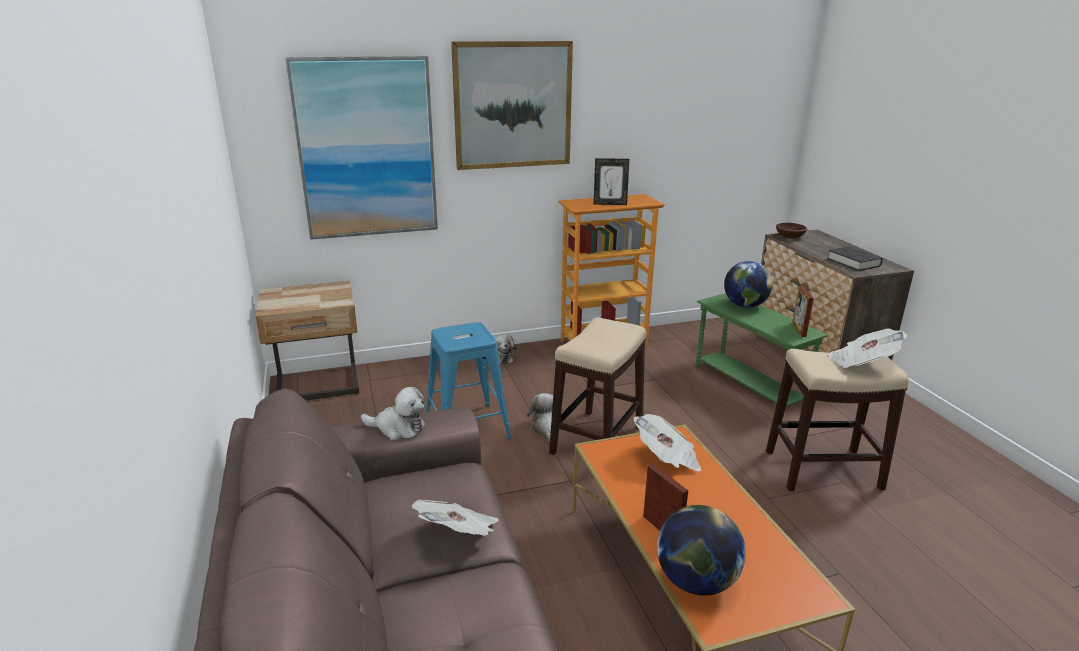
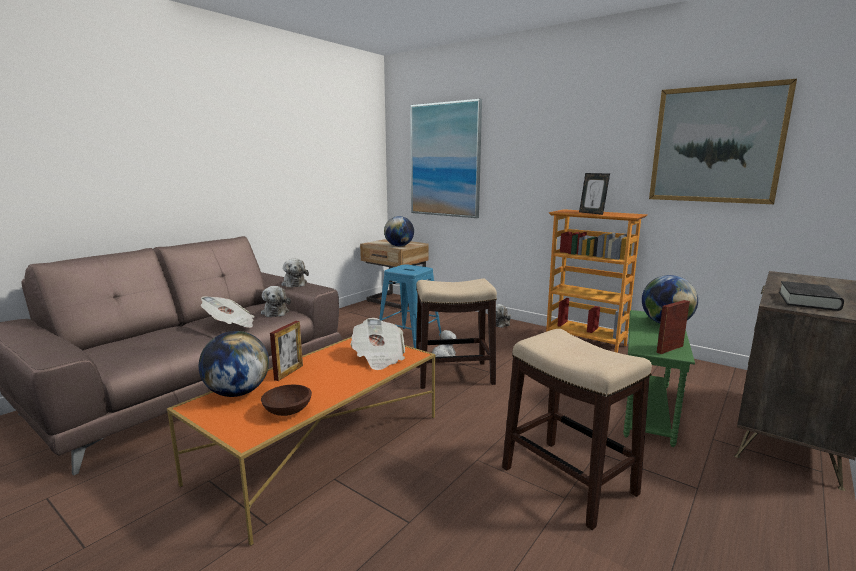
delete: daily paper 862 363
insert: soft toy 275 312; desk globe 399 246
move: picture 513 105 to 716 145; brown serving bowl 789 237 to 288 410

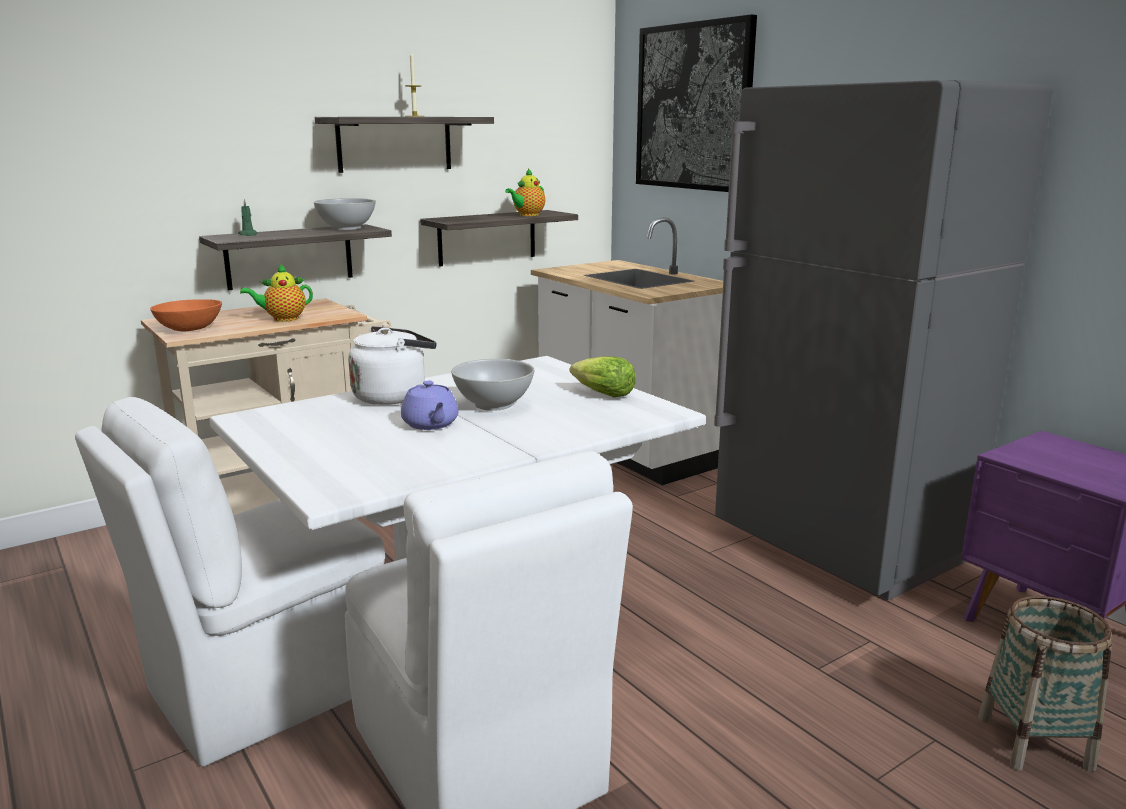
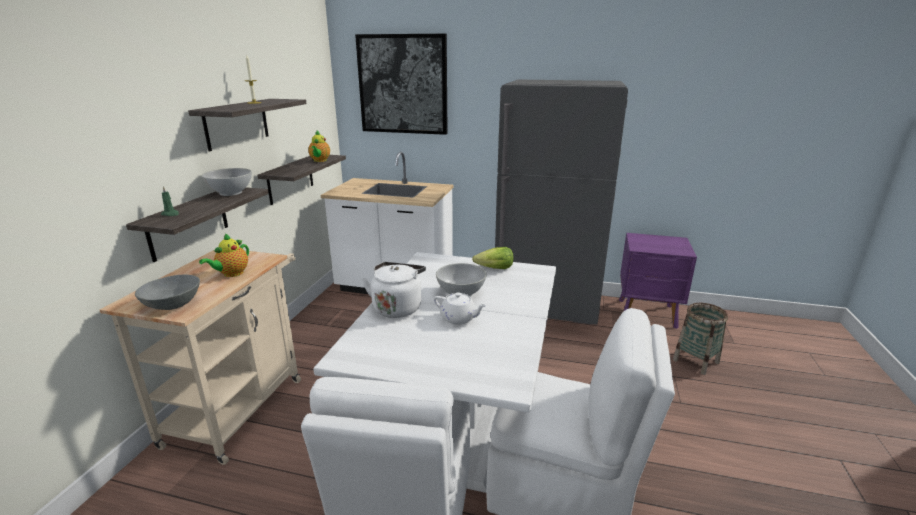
recolor: orangey serving bowl 190 328 to gray serving bowl 173 304; purple-coloured tea pot 430 424 to whitish tea pot 459 318

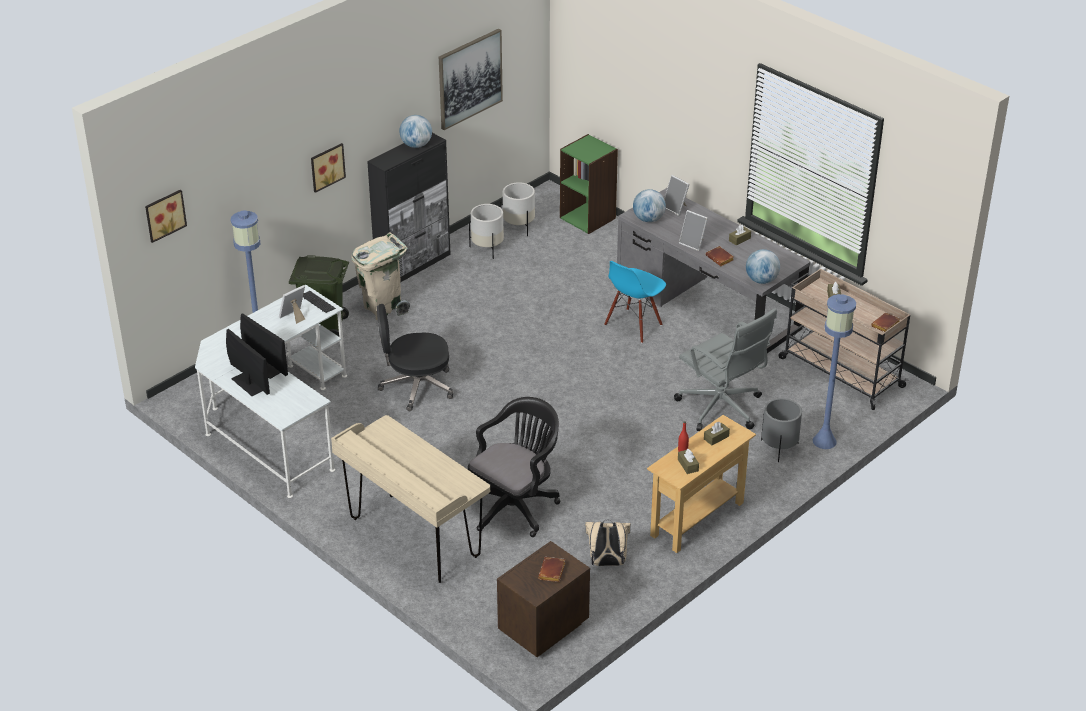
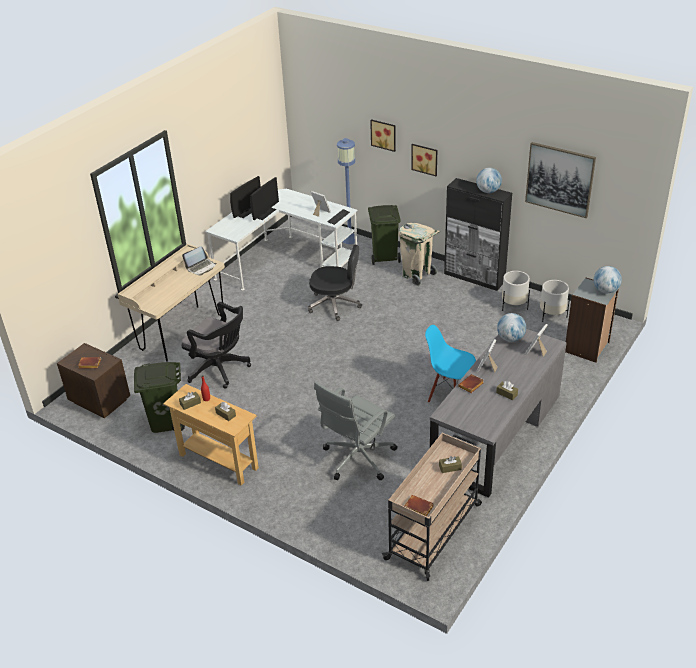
delete: gray flower pot 779 448; bluish floor lamp 824 441
insert: portable computer 201 267
move: picture 164 214 to 384 134; desk globe 761 280 to 605 290
replace: sand-coloured rucksack 607 563 to green-coloured rubbish bin 165 421
recolor: green-coloured bookcase 588 218 to gray bookcase 587 348
rotate: black desk chair 416 387 = 335 305 120 degrees clockwise

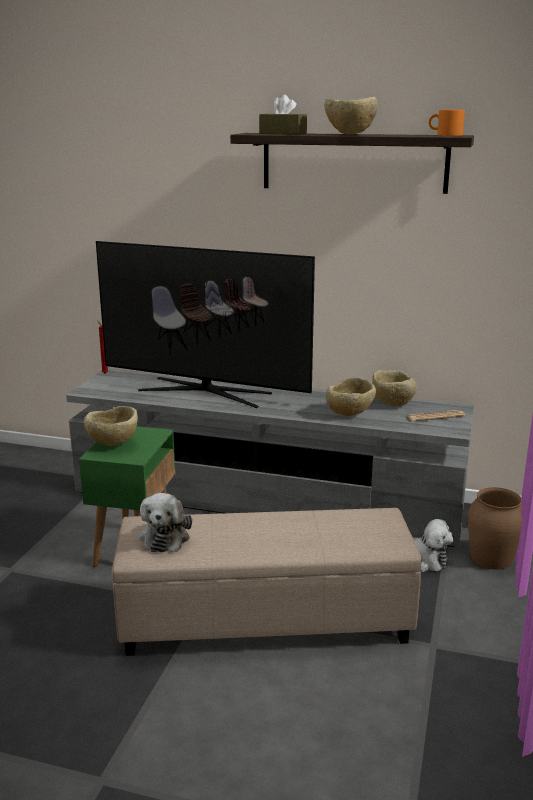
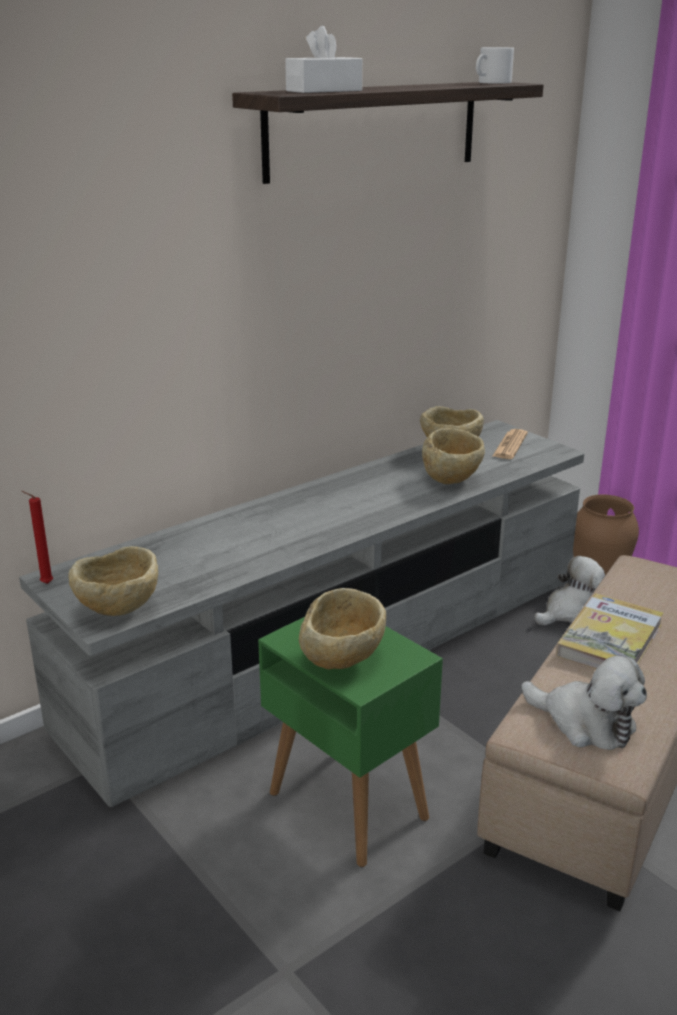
delete: TV 204 391
insert: volume 610 640
move: sand-coloured serving bowl 349 134 to 119 612
recolor: brown tissue box 283 133 to whitish tissue box 324 91; orangey mug 445 135 to whitish mug 491 82

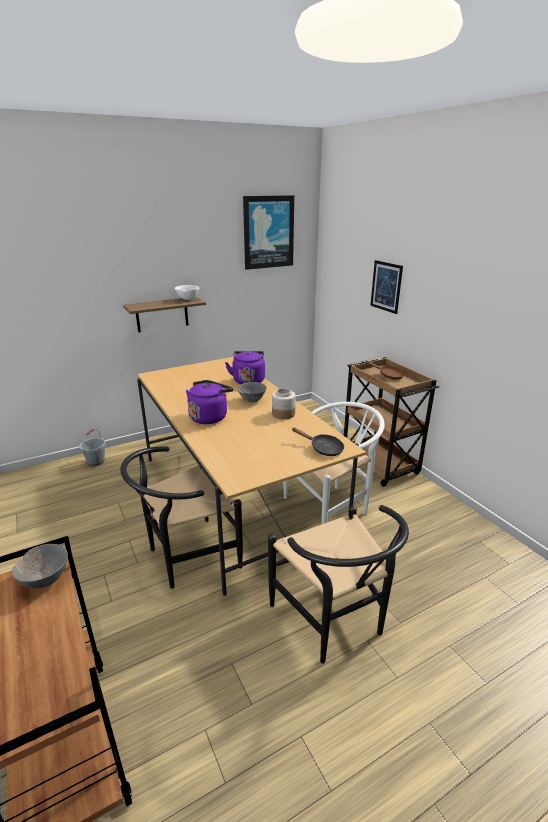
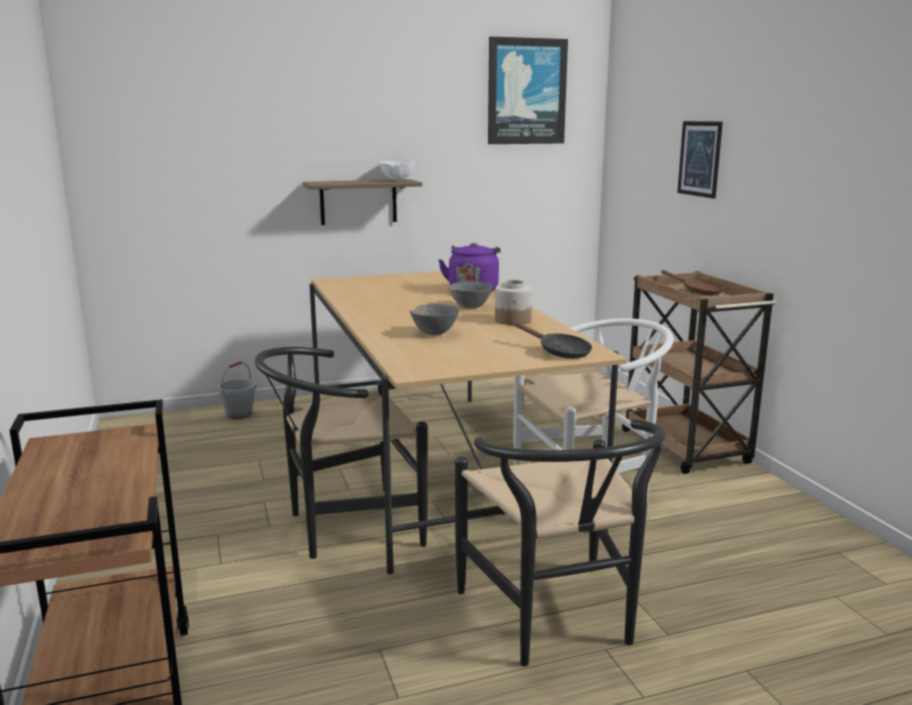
delete: purple-coloured kettle 209 416
move: gray serving bowl 45 579 to 434 333

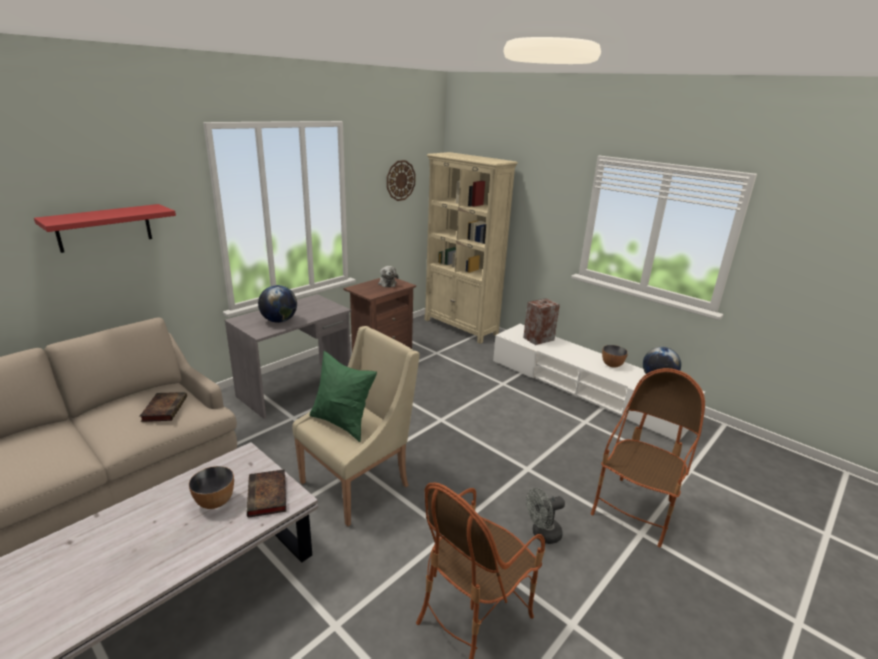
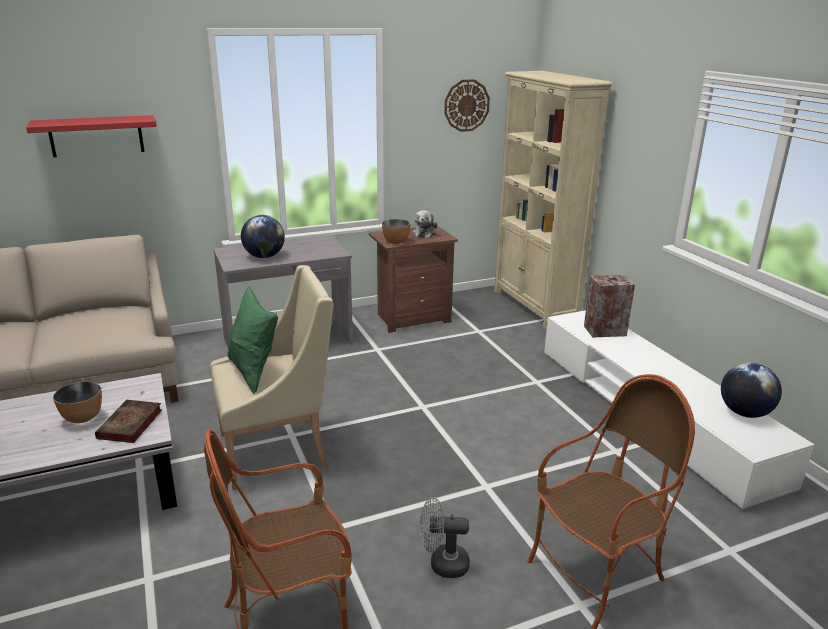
delete: volume 164 408
move: serving bowl 612 365 to 396 242

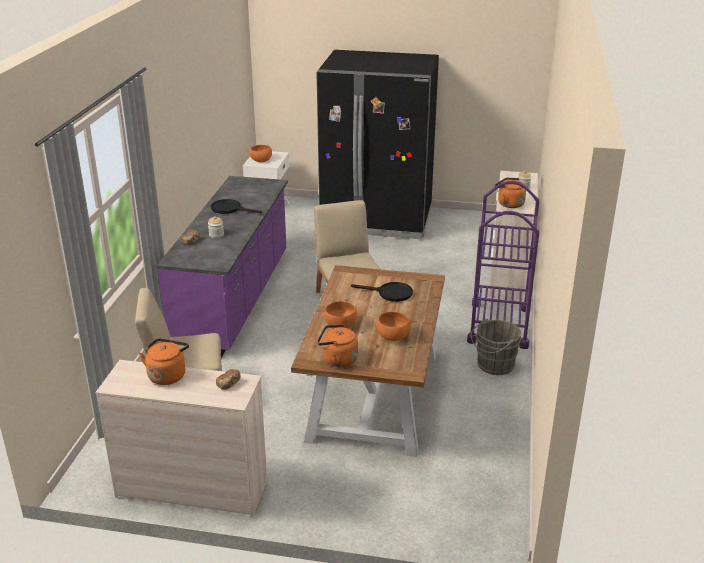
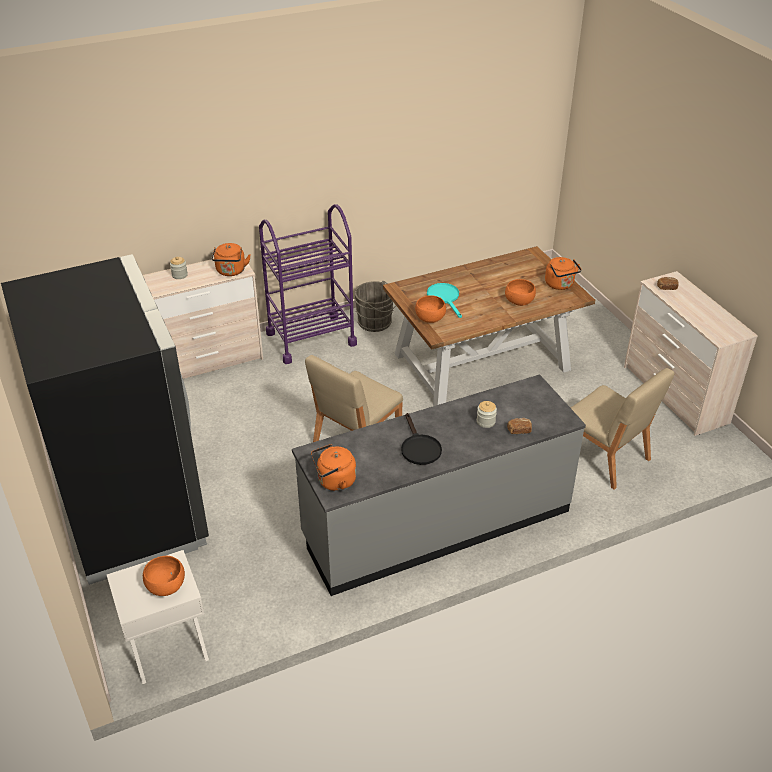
move: orangey kettle 167 375 to 334 481; orangey serving bowl 393 336 to 430 318
recolor: purple-coloured kitchen counter 235 300 to gray kitchen counter 436 523; black skillet 390 293 to blue-green skillet 445 298

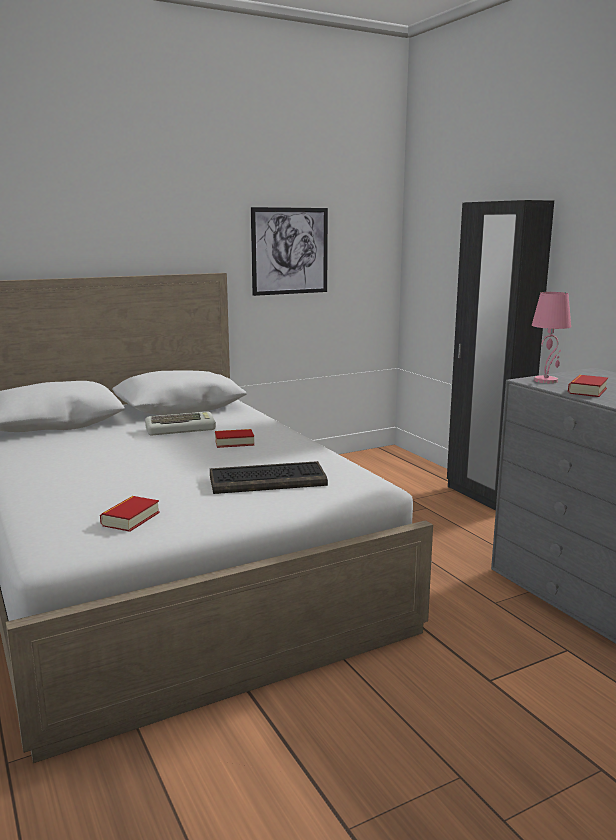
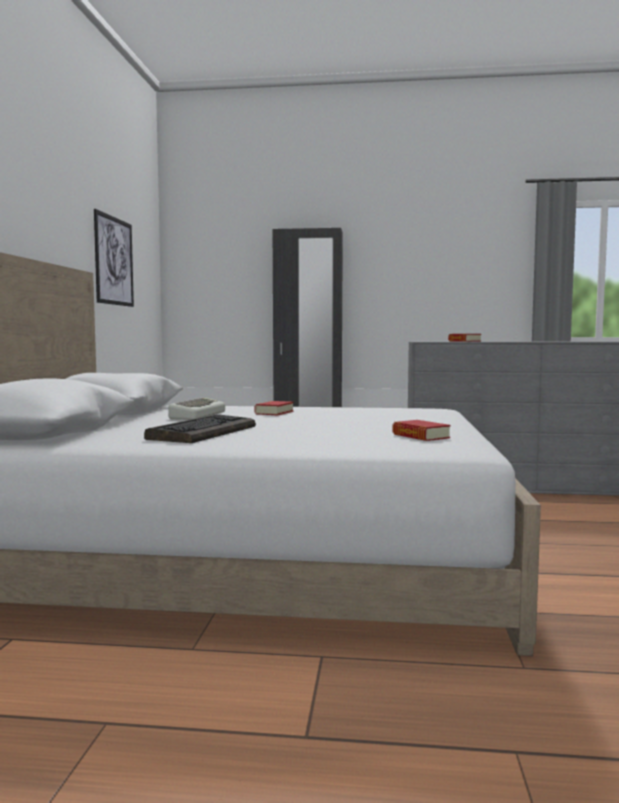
delete: pinkish lamp for a table 546 381
move: PC keyboard 268 480 to 203 432

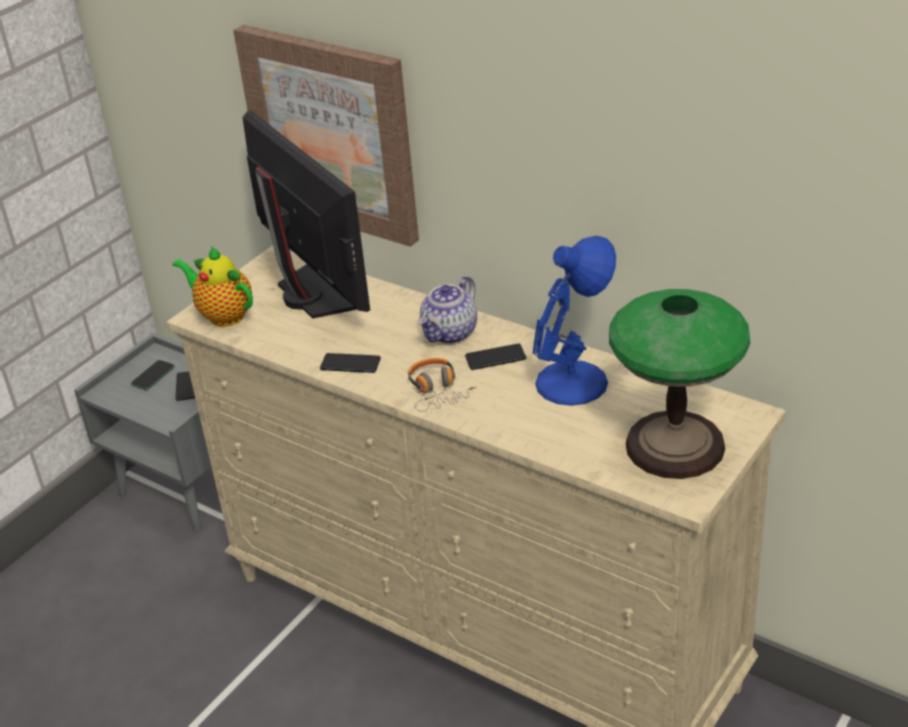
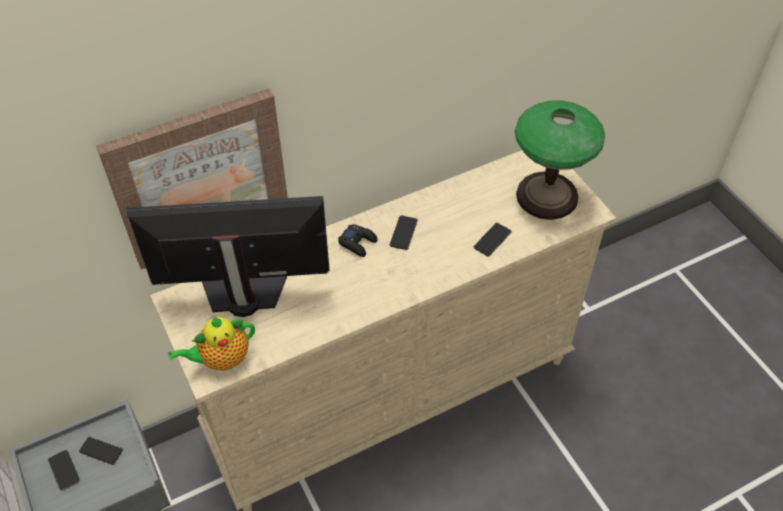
delete: pair of headphones 437 391; bluish lamp for a table 574 381
move: handset 350 364 to 492 240
replace: tea pot 450 333 to black gamepad 358 243

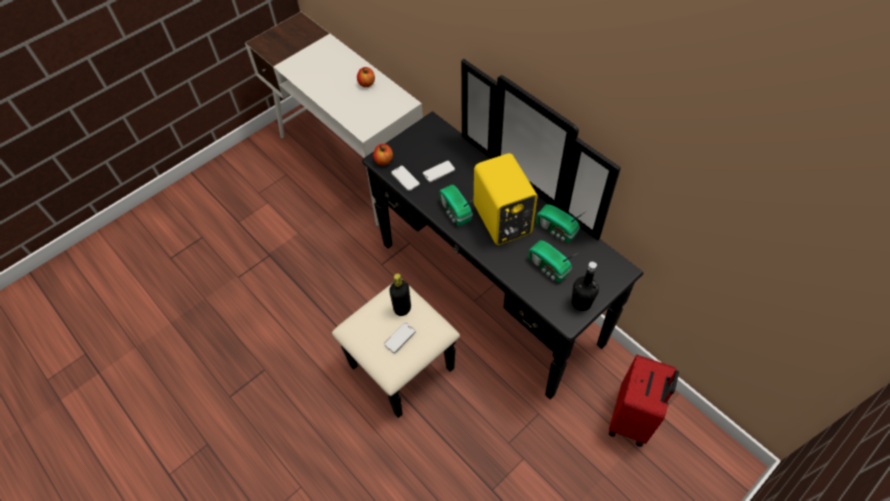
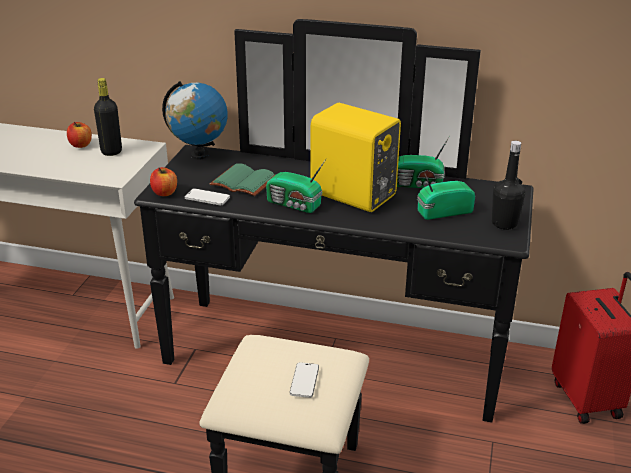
insert: desk globe 199 155
move: black beverage bottle 402 308 to 111 151
replace: handset 438 172 to green-coloured volume 242 182
rotate: radio 548 267 = 442 211 150 degrees clockwise

